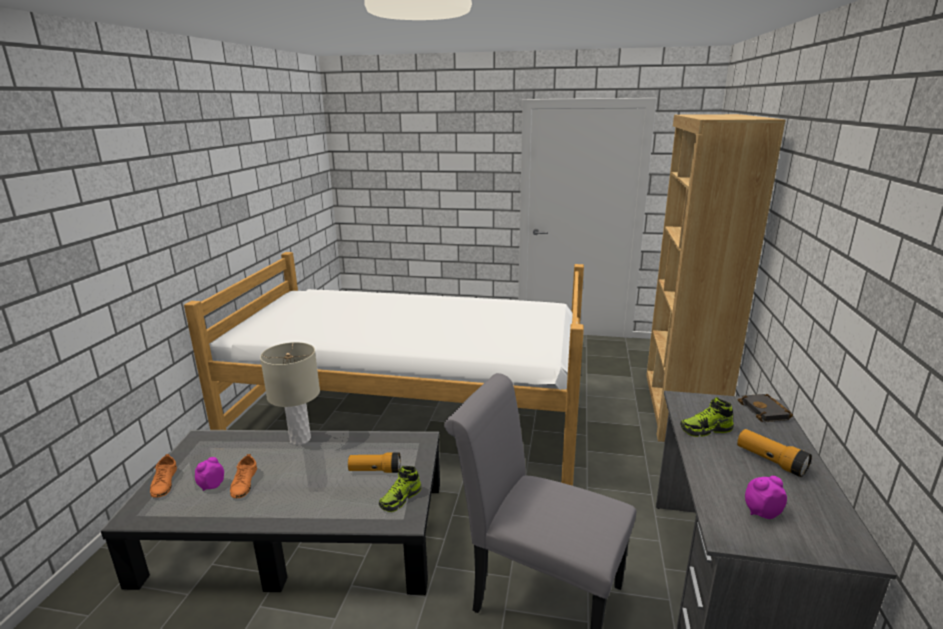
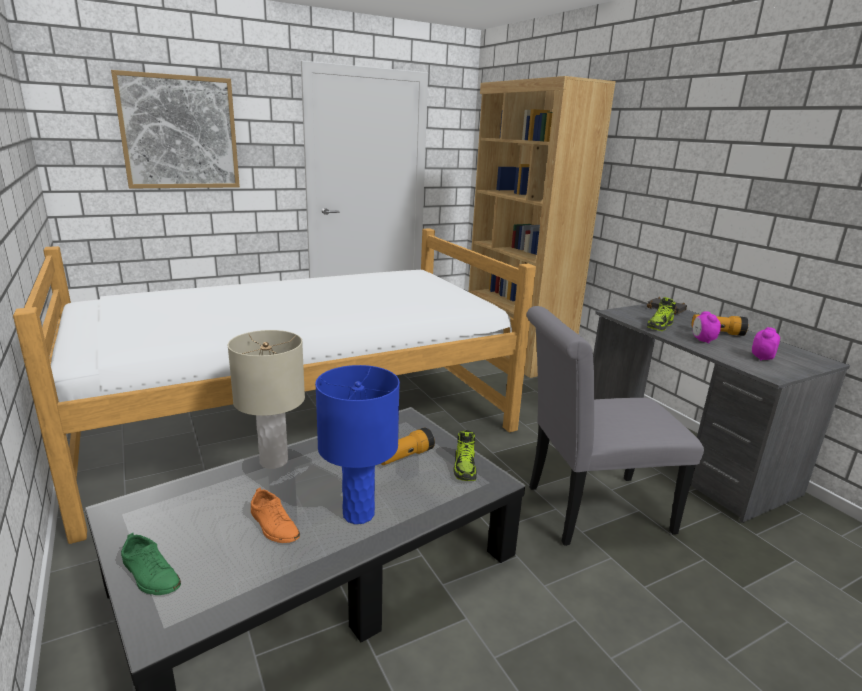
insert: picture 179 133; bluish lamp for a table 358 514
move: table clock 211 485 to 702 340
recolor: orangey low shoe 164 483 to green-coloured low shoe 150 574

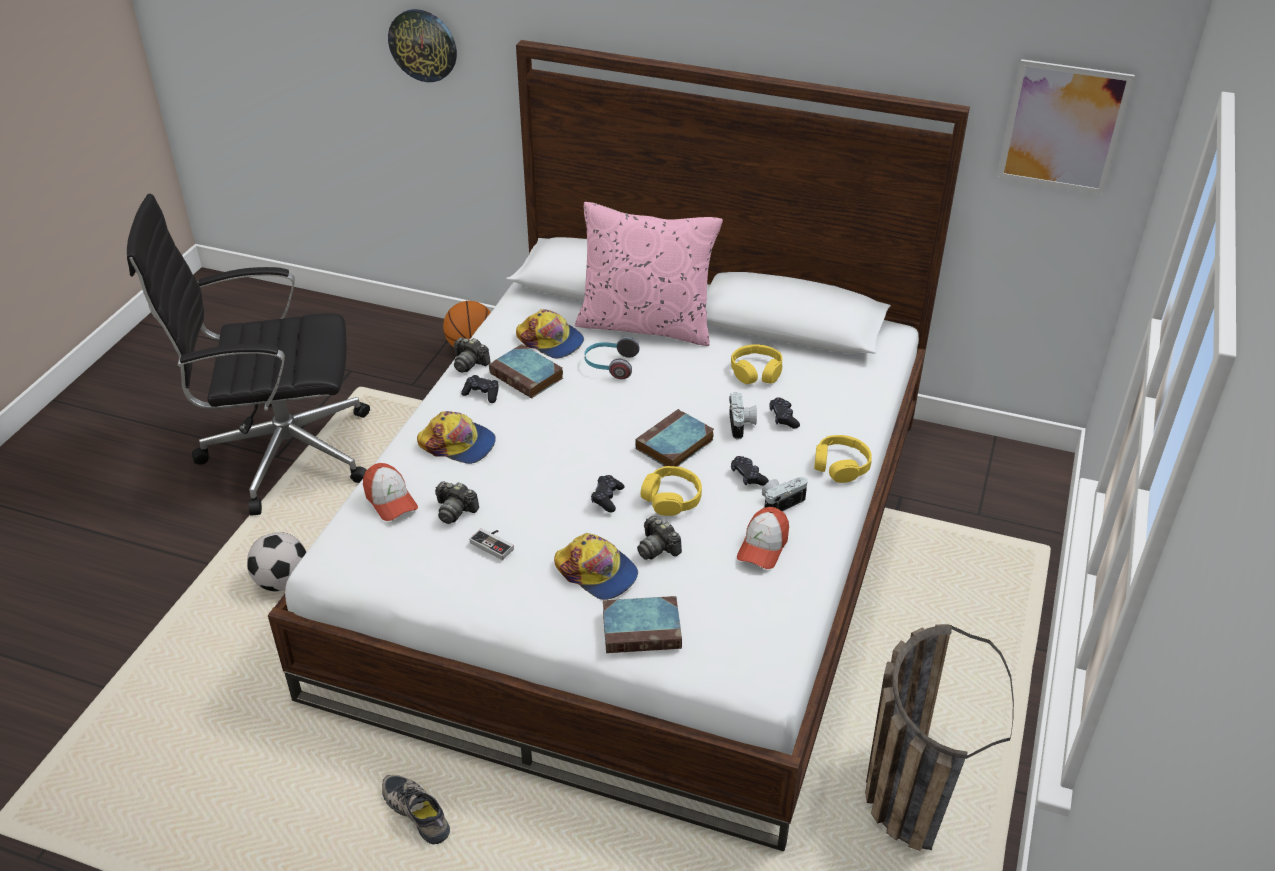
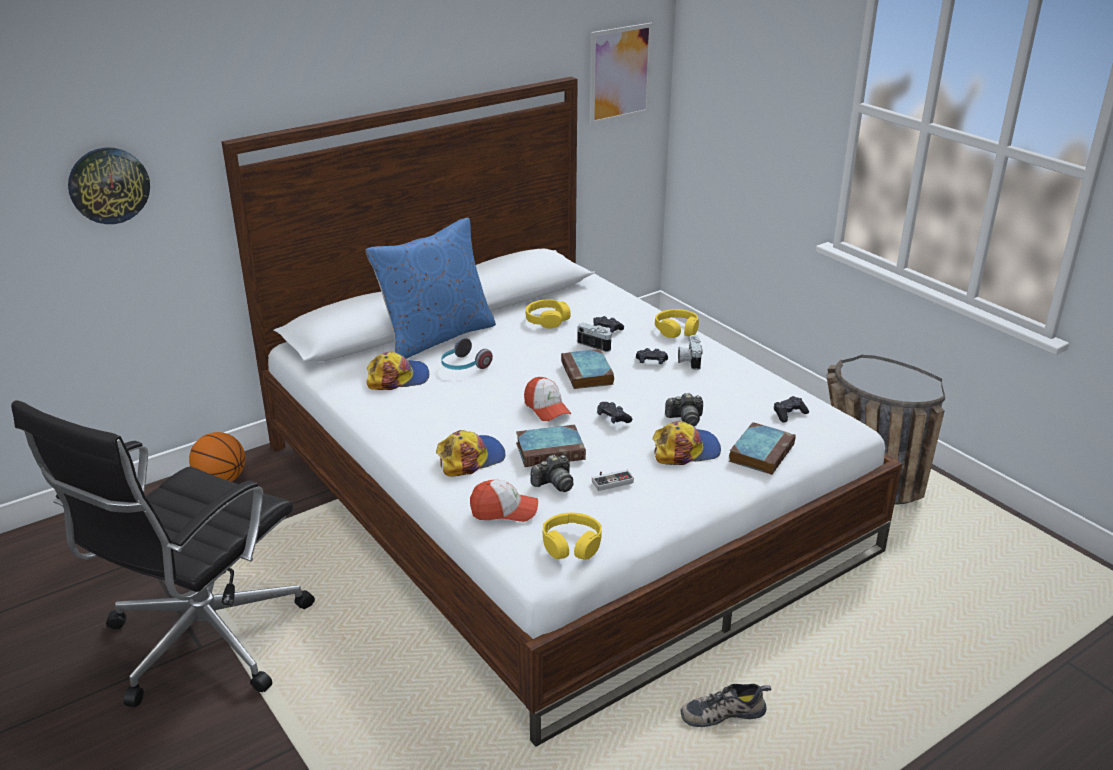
delete: football ball 282 581; photo camera 469 363
move: black gamepad 482 394 to 789 414; volume 528 376 to 551 450; yellow-coloured pair of headphones 671 498 to 571 544; peaked cap 763 546 to 547 408
recolor: pinkish pillow 646 324 to bluish pillow 436 337

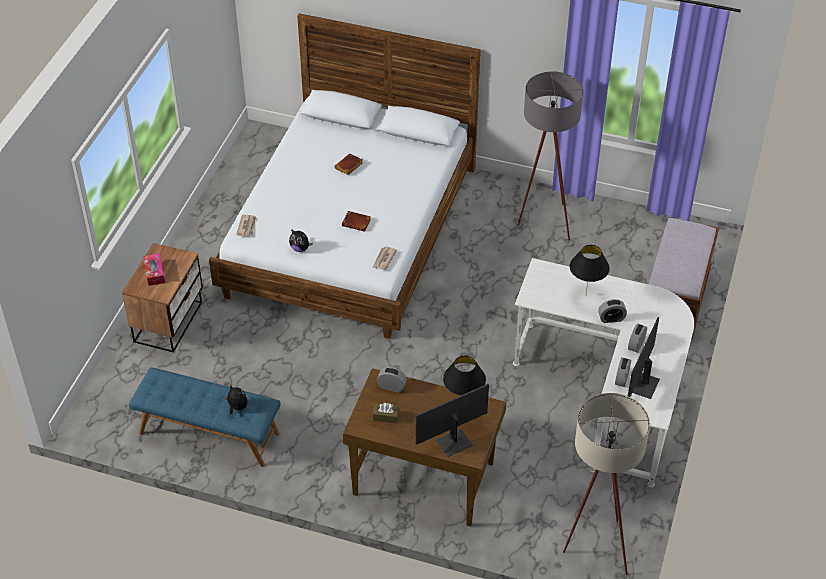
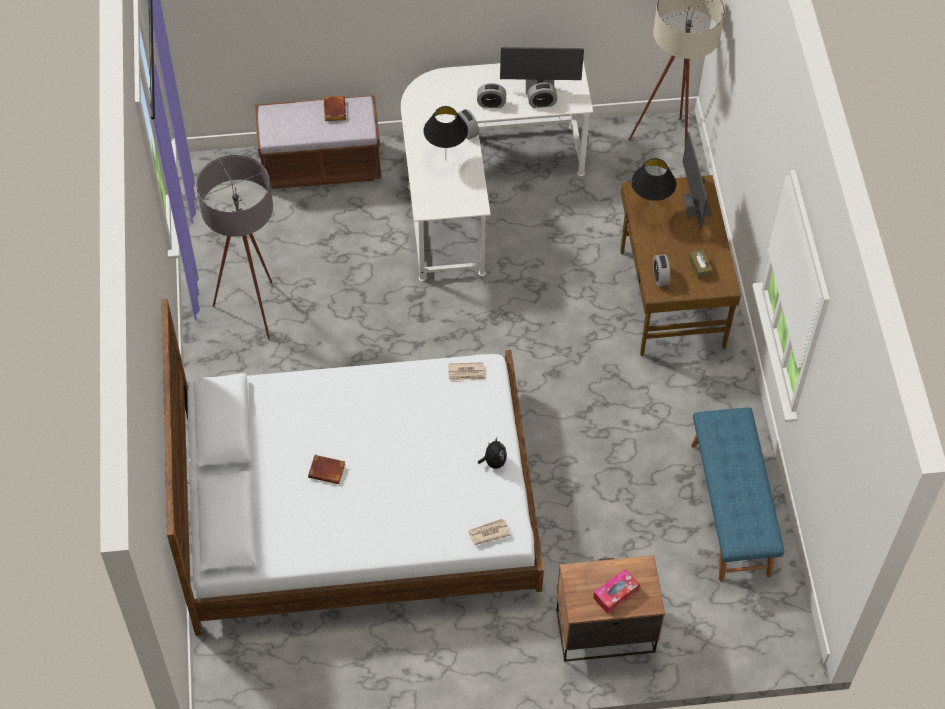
delete: soft toy 237 407
move: brown volume 357 223 to 333 110
rotate: computer screen 453 442 = 695 205 45 degrees clockwise

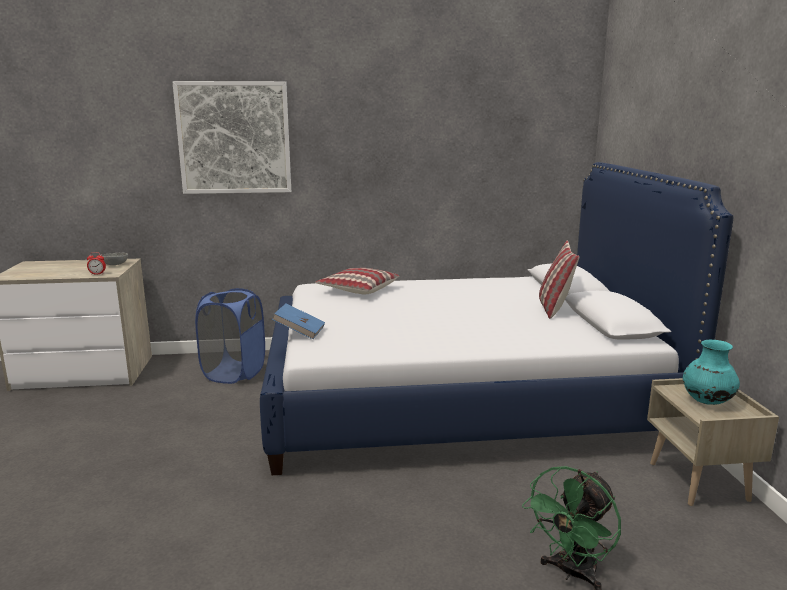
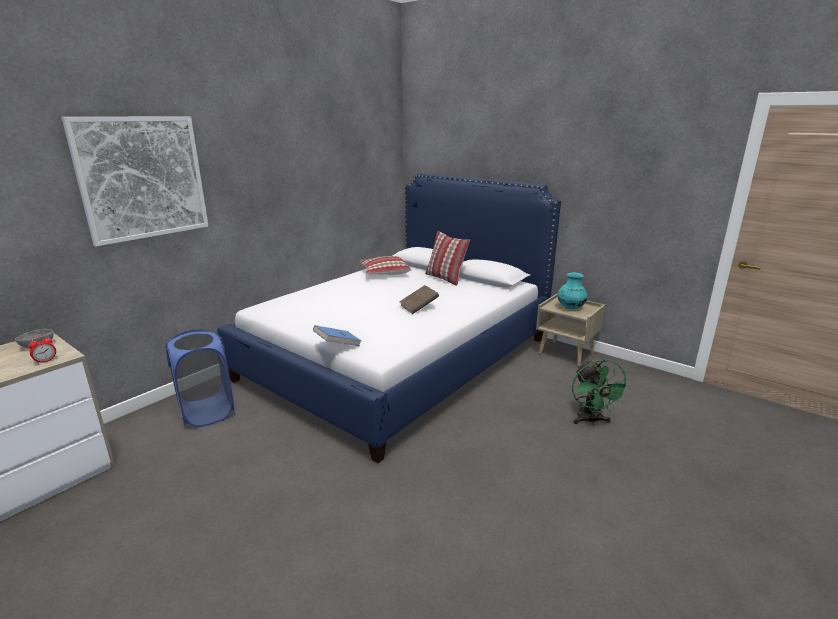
insert: brown volume 419 307
move: pillow 357 289 to 384 272

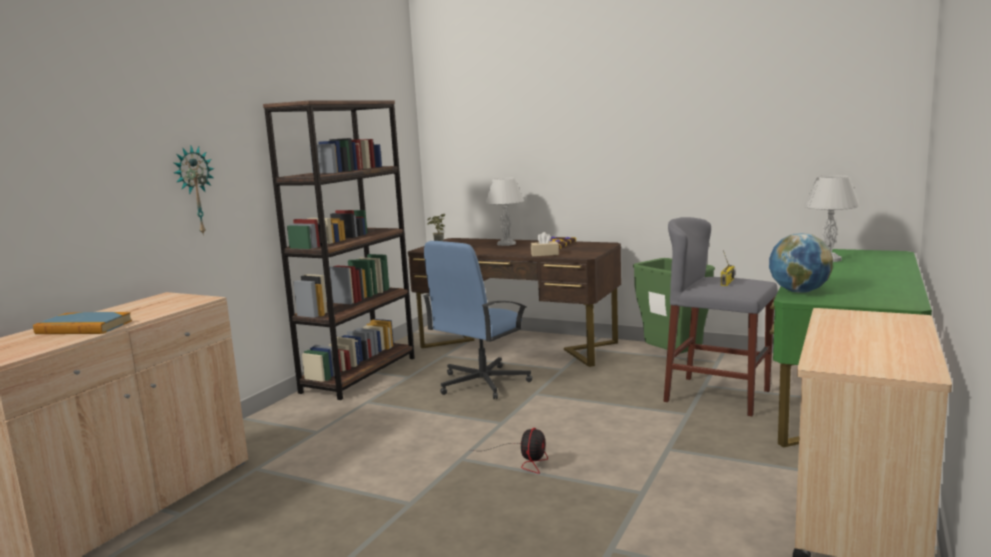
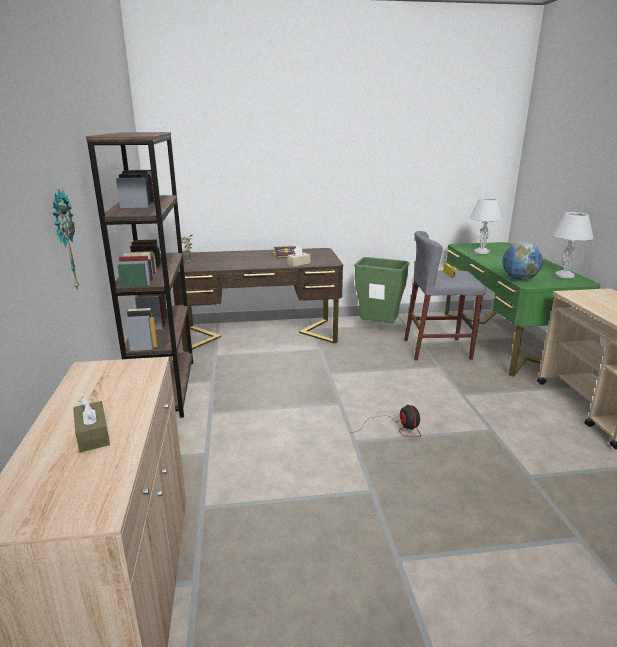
delete: bluish desk chair 481 383
move: whitish lamp for a table 506 244 to 564 275
replace: volume 84 327 to brown tissue box 93 435

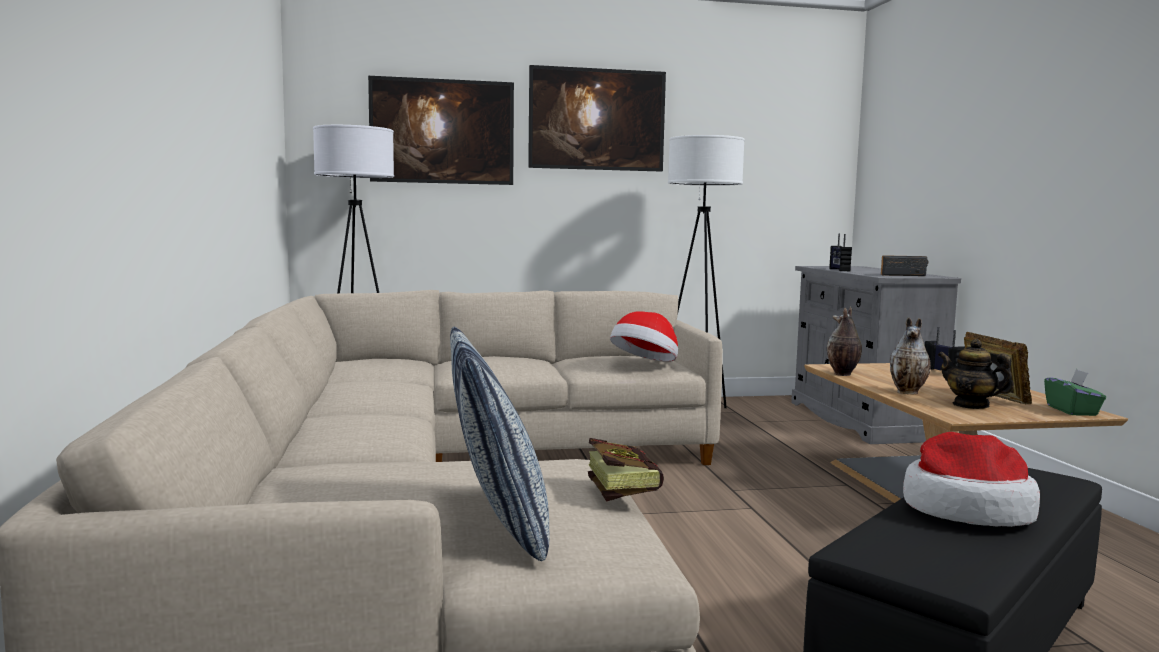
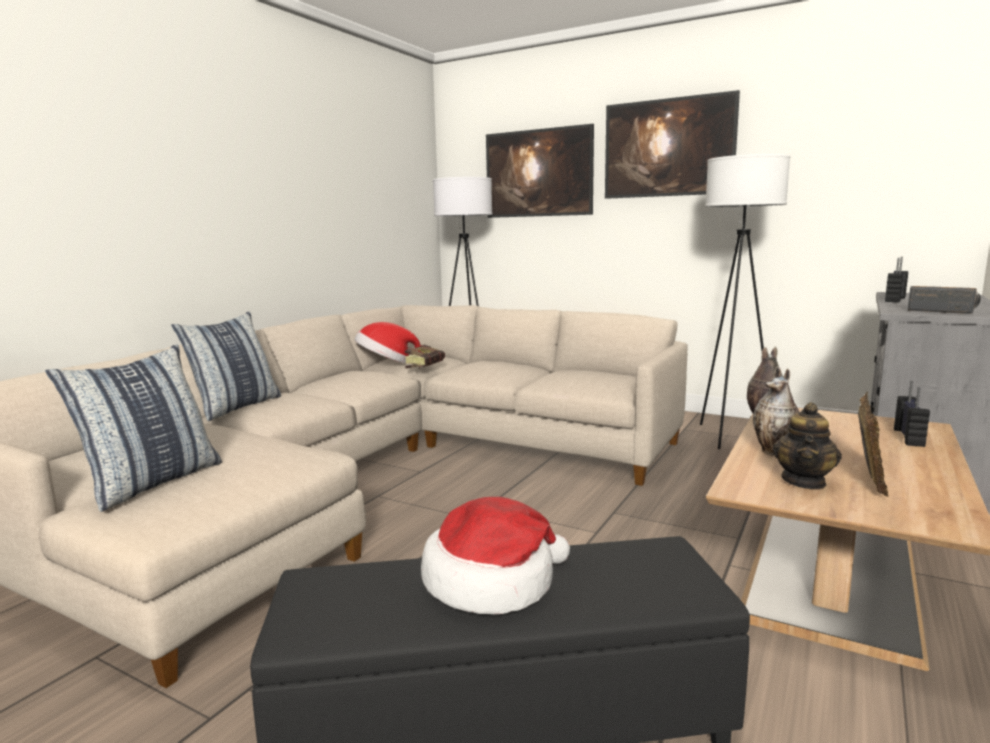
delete: green-coloured tissue box 1072 411
insert: pillow 236 407
move: volume 619 491 to 427 368; clothing hat 645 364 to 386 363
rotate: tea pot 971 405 = 804 481 150 degrees counterclockwise

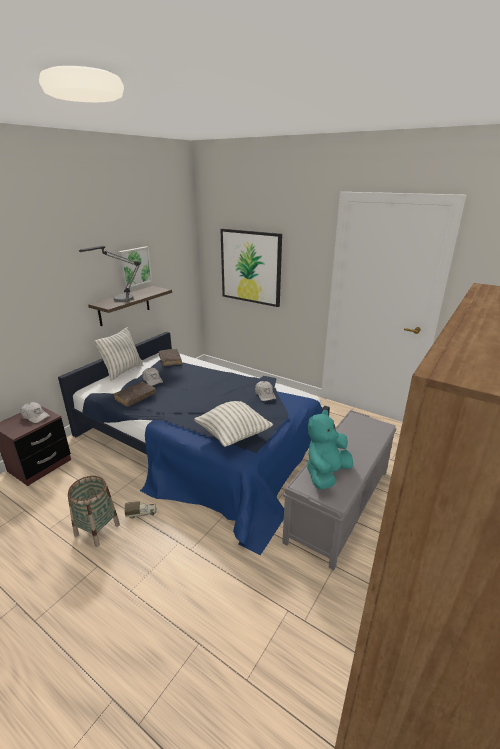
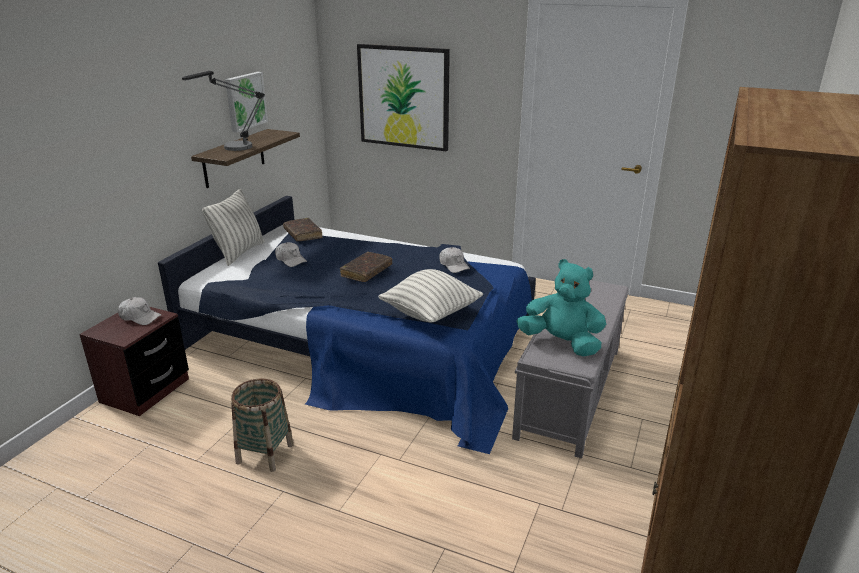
delete: toy lorry 141 513
move: brown volume 135 397 to 366 272
rotate: blue-green soft toy 326 474 = 561 343 90 degrees clockwise

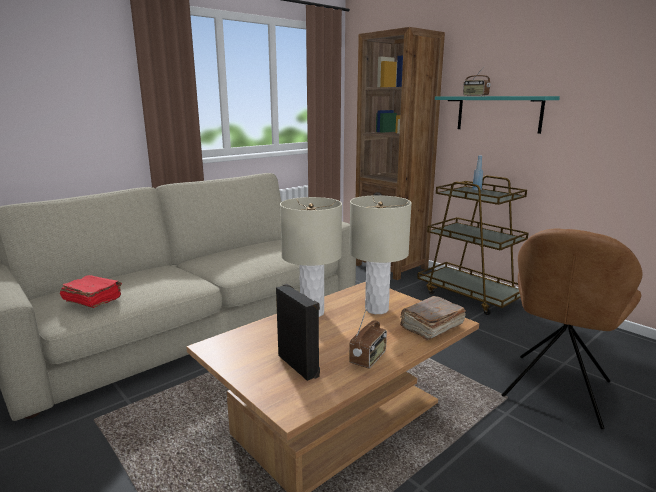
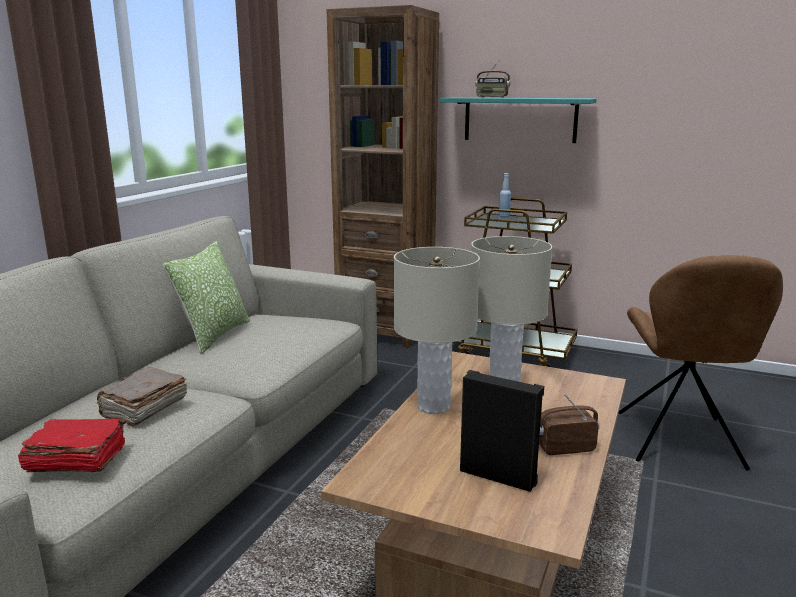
insert: pillow 214 335
move: brown volume 431 327 to 143 409
rotate: radio 368 359 = 564 447 105 degrees counterclockwise

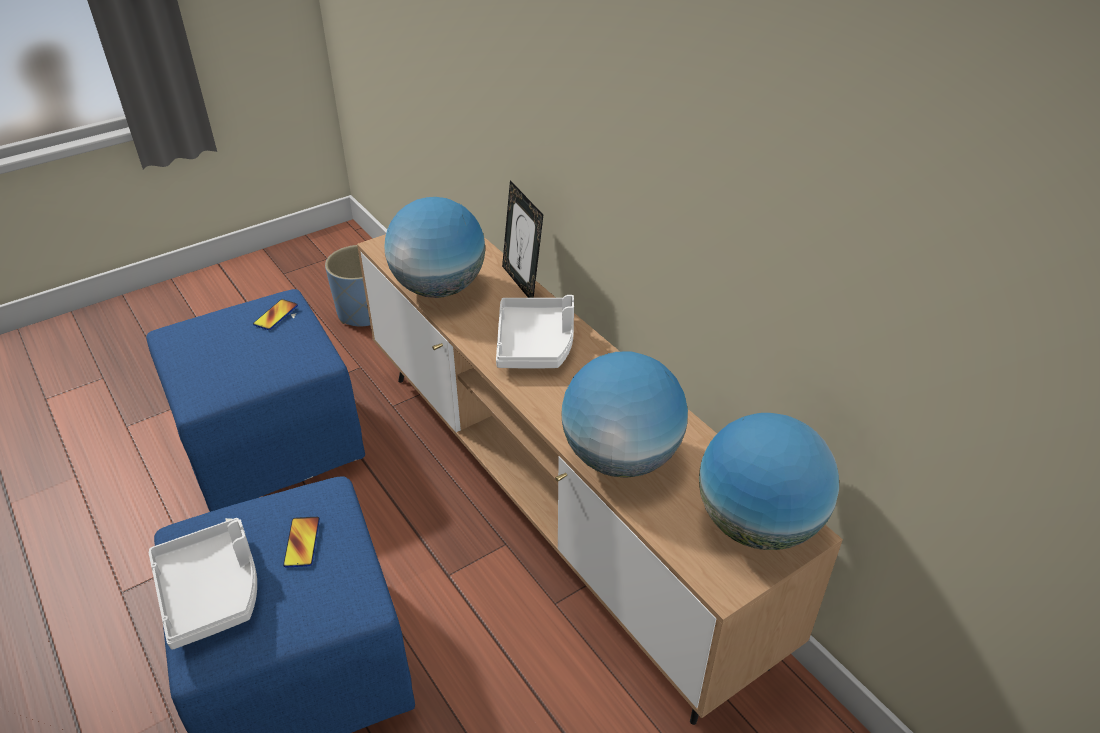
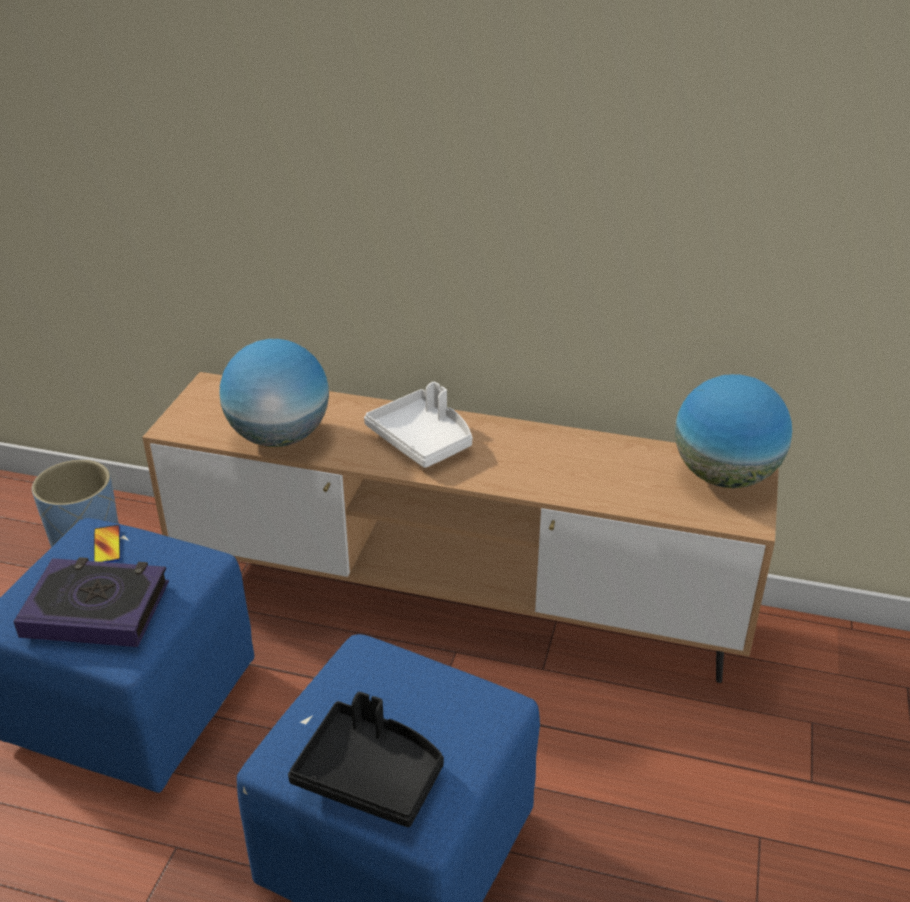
delete: handset 302 542; photo frame 522 282; desk globe 621 457
insert: volume 96 609
recolor: whitish tray 212 591 to black tray 370 775

